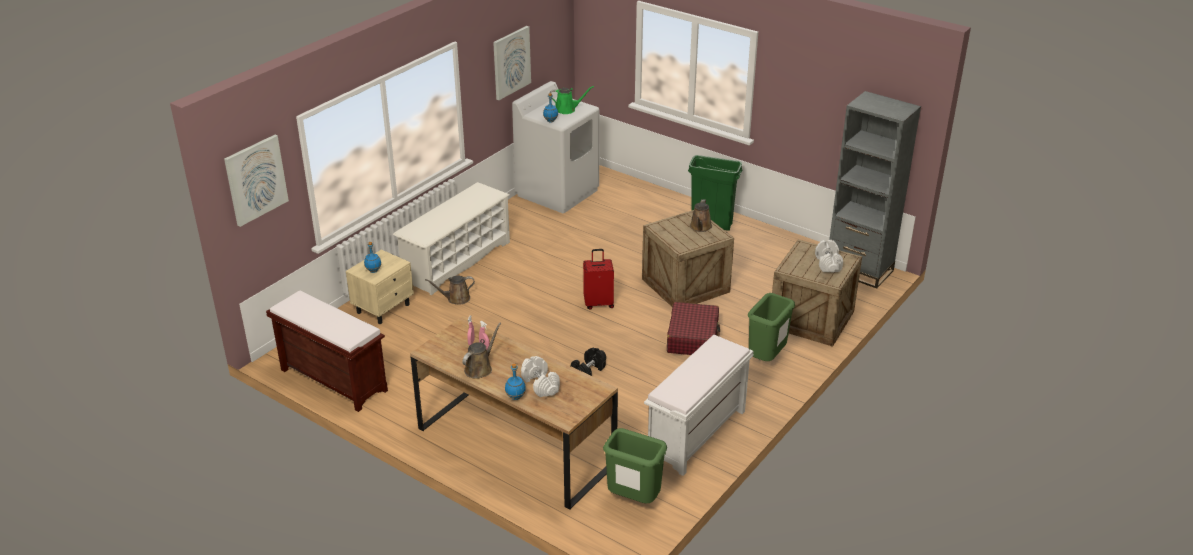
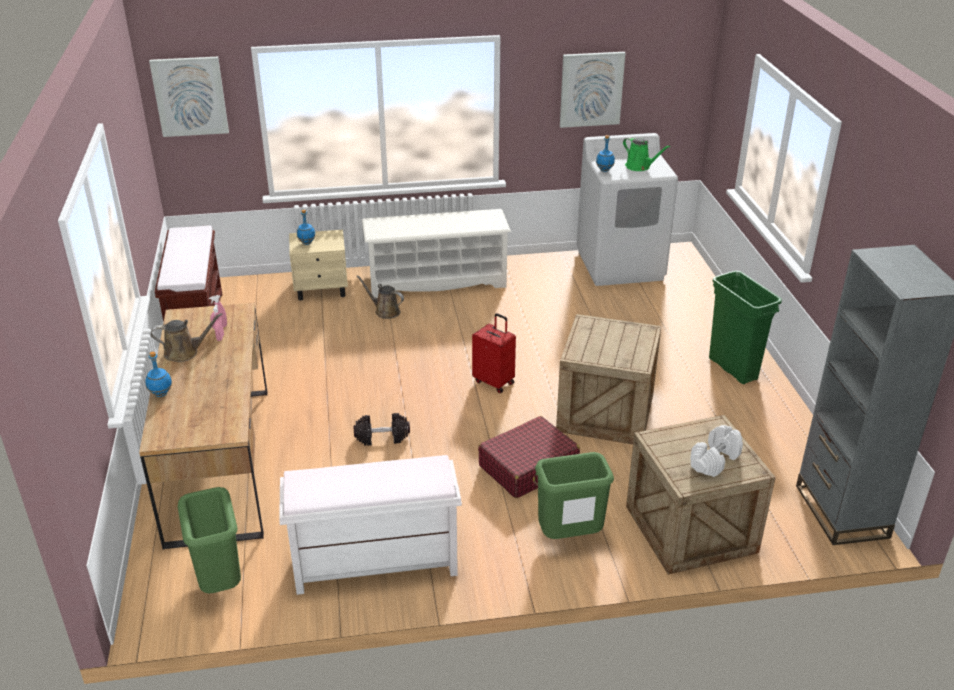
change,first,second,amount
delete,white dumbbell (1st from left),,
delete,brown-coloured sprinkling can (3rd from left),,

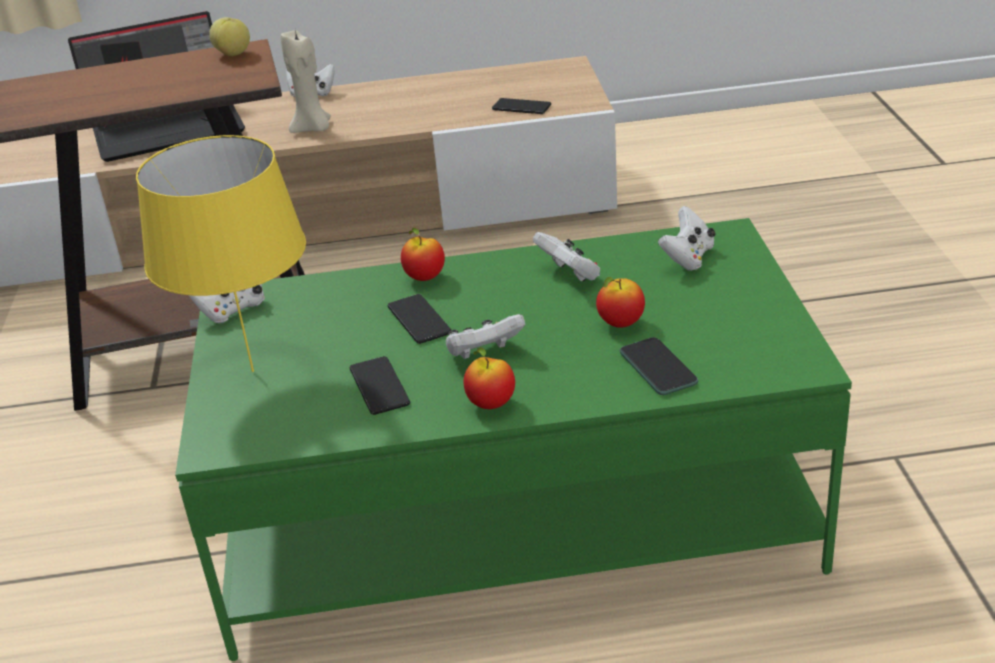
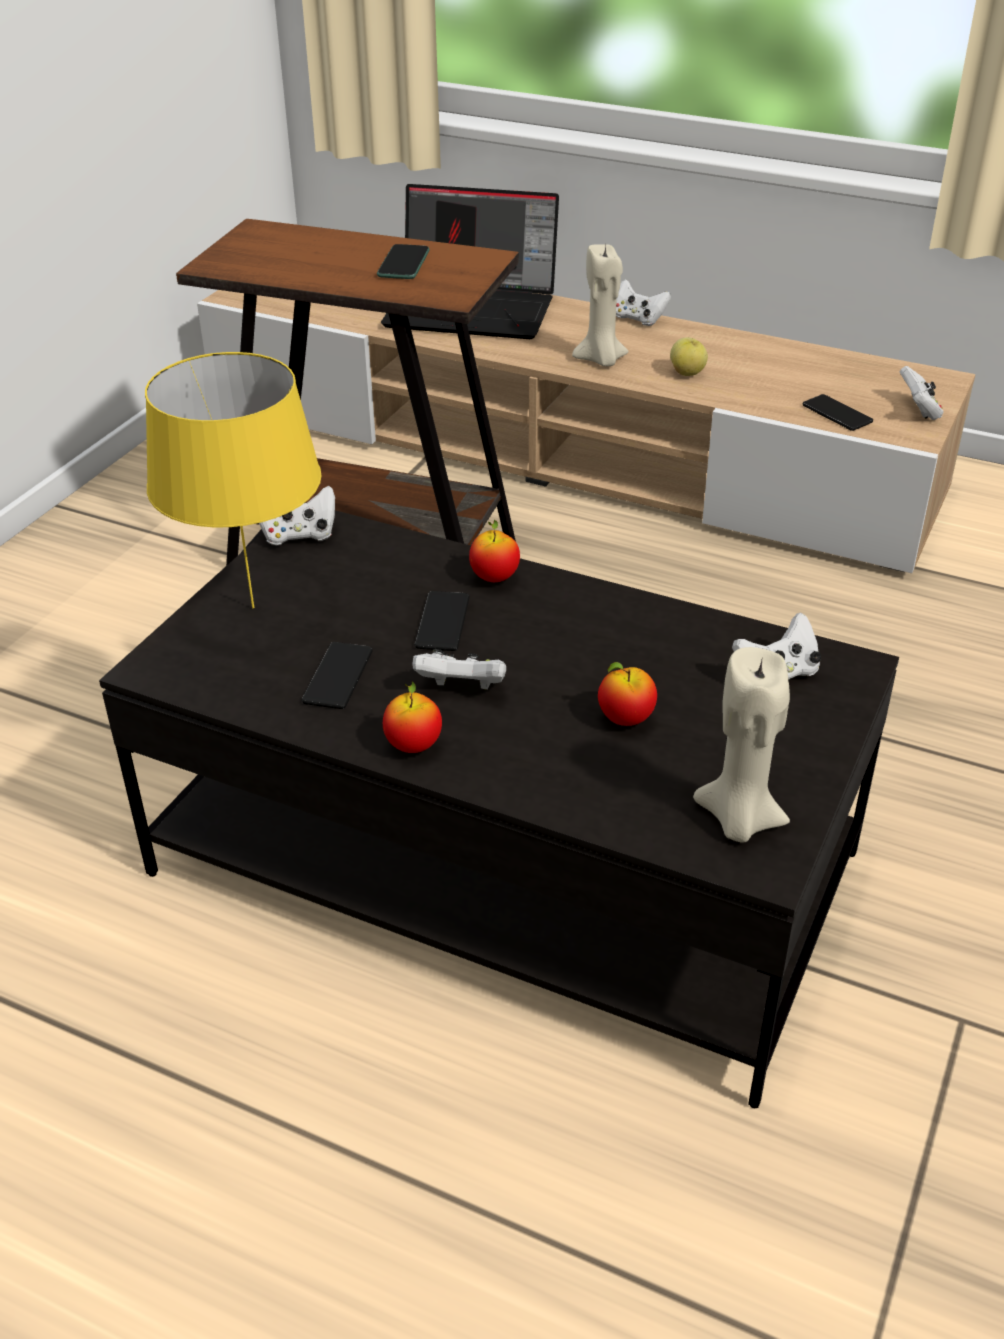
change,first,second,amount
recolor,green lounge table,black lounge table,
move,apple fruit (1st from left in the first image),apple fruit (4th from left),
move,white joypad (4th from left in the first image),white joypad (5th from left),
move,telephone (4th from left in the first image),telephone (2nd from left),
insert,,beige wax light (2nd from left),

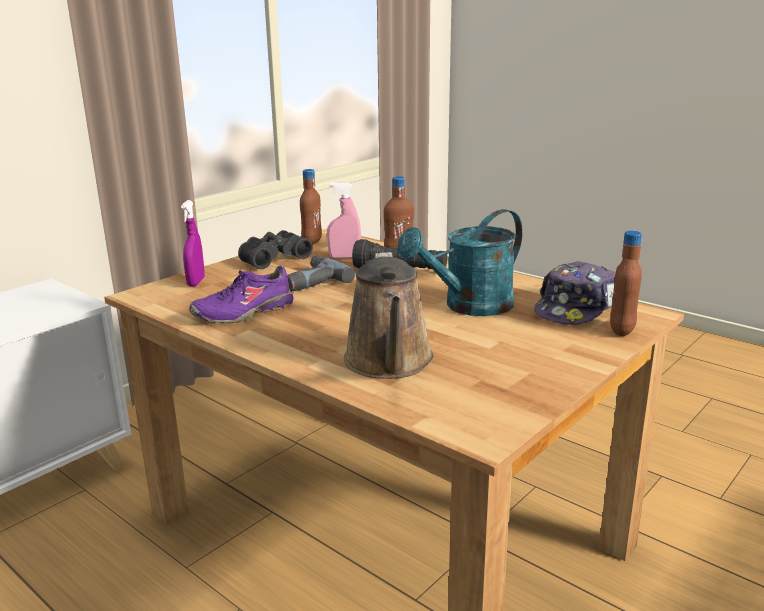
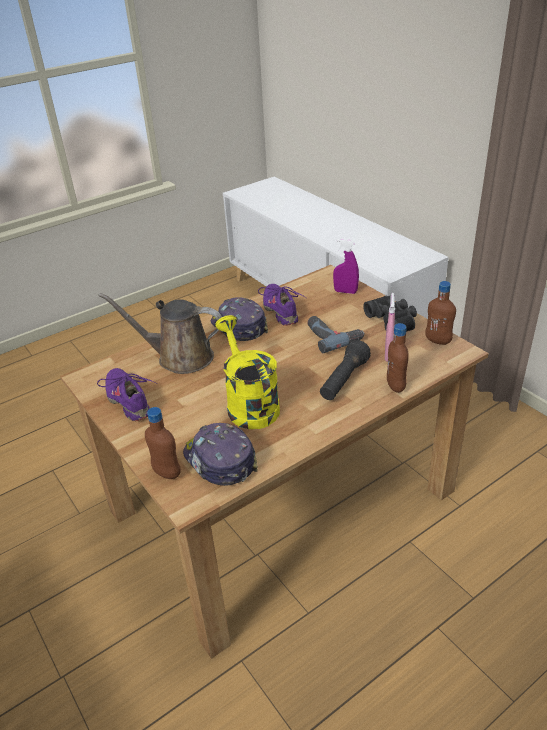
change,first,second,amount
recolor,turquoise-coloured sprinkling can,yellowish sprinkling can,
insert,,purplish shoe (1st from left),
insert,,baseball cap (2nd from left),

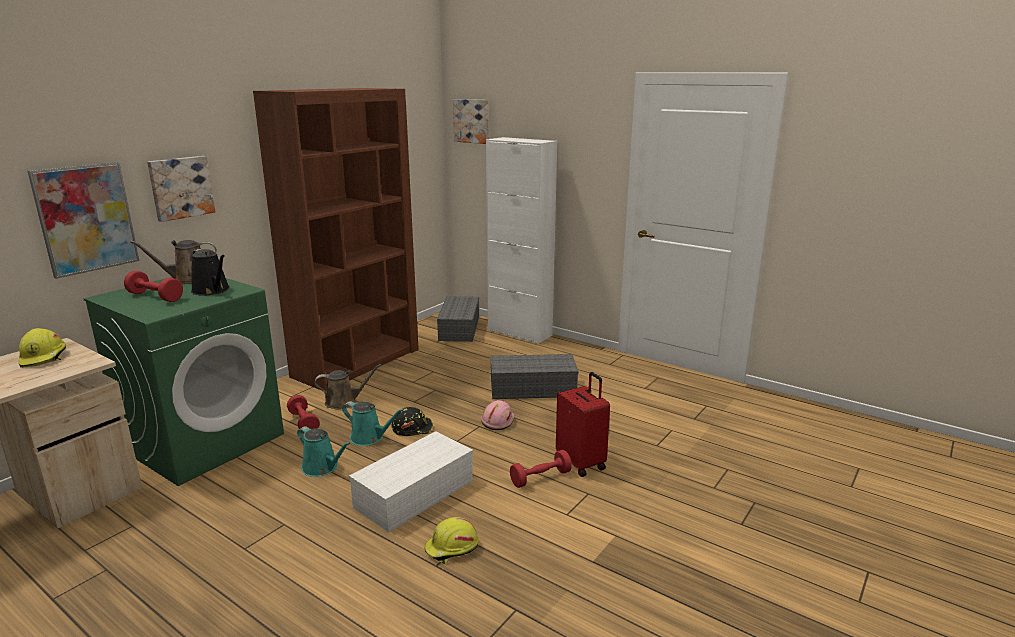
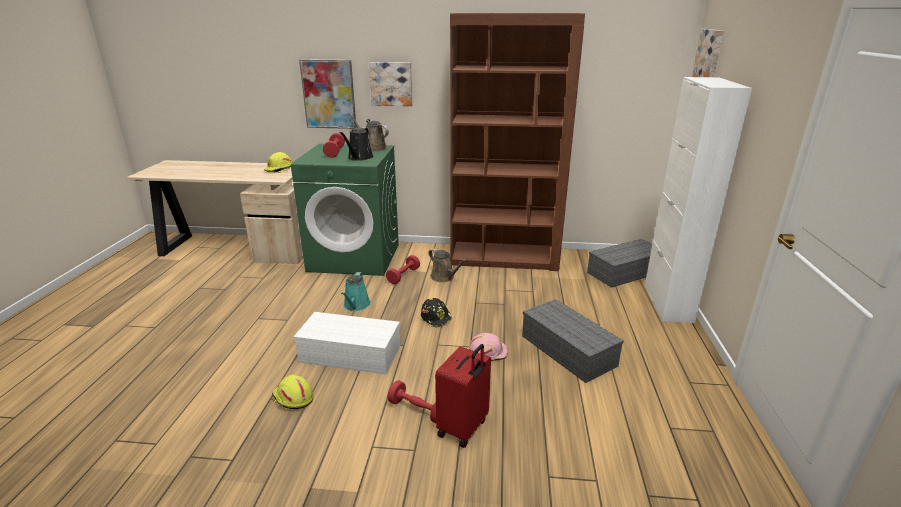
change,first,second,amount
delete,turquoise-coloured sprinkling can (2nd from left),,

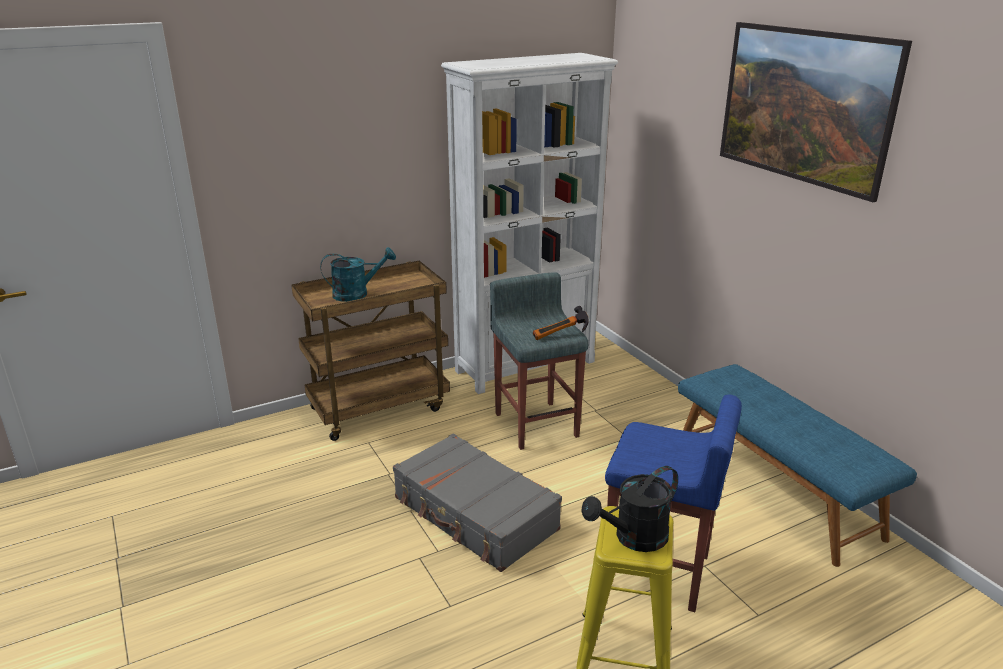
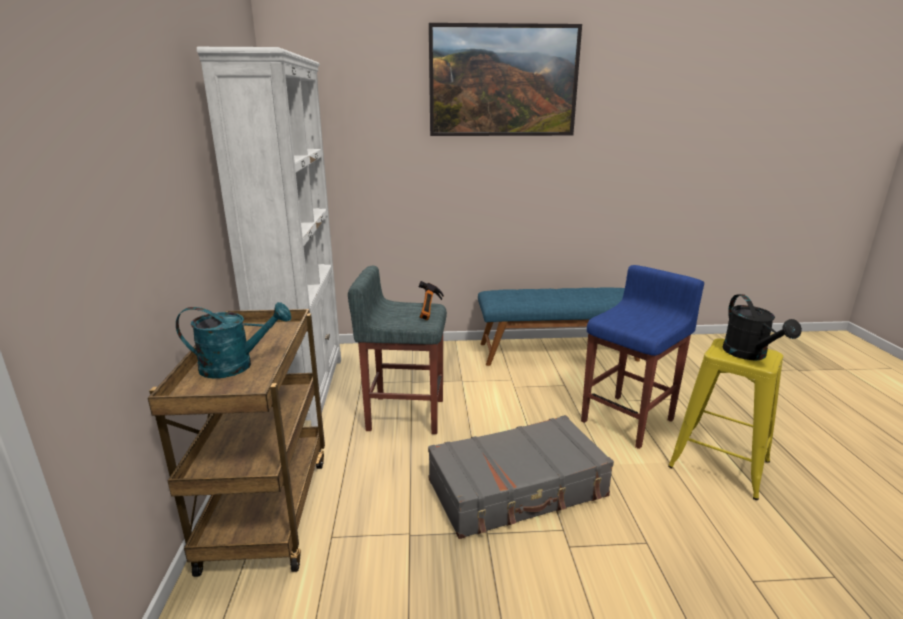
change,first,second,amount
rotate,turquoise-coloured sprinkling can,,75 degrees clockwise

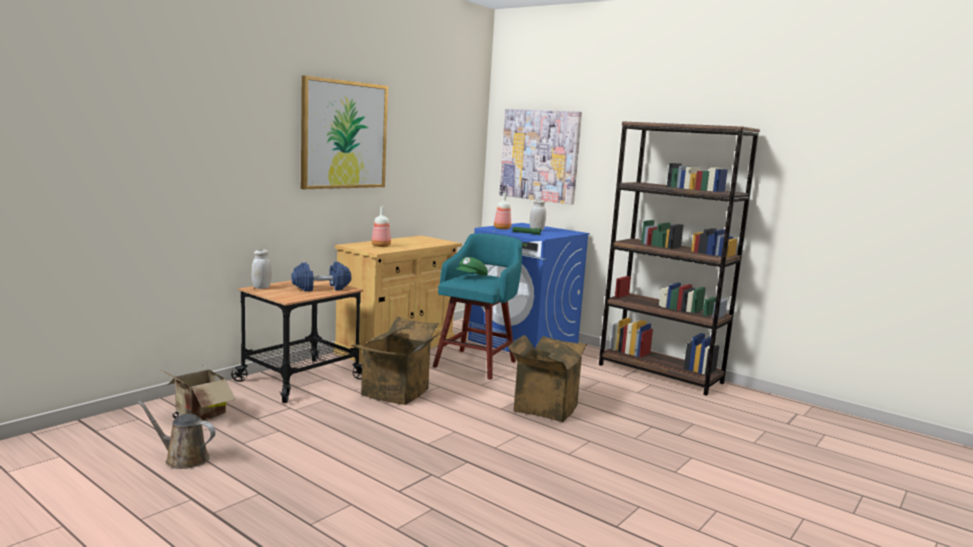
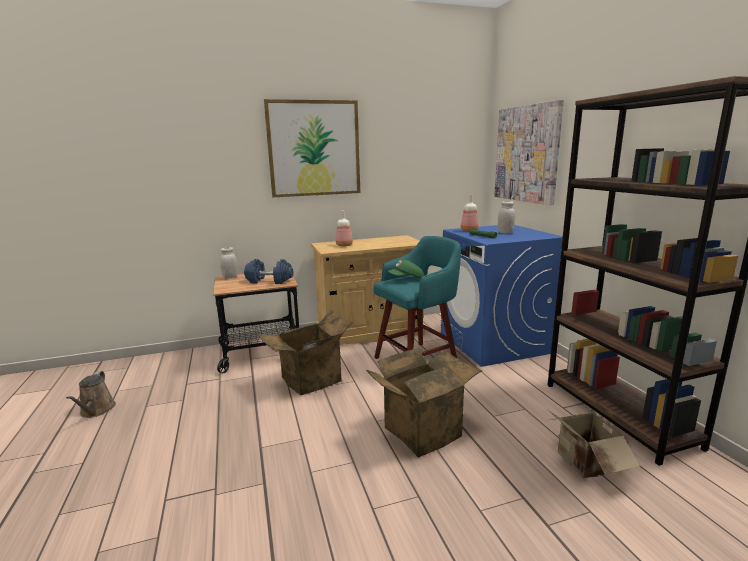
change,first,second,amount
rotate,brown-coloured sprinkling can,,150 degrees counterclockwise
move,cardboard box (1st from left in the first image),cardboard box (3rd from left),

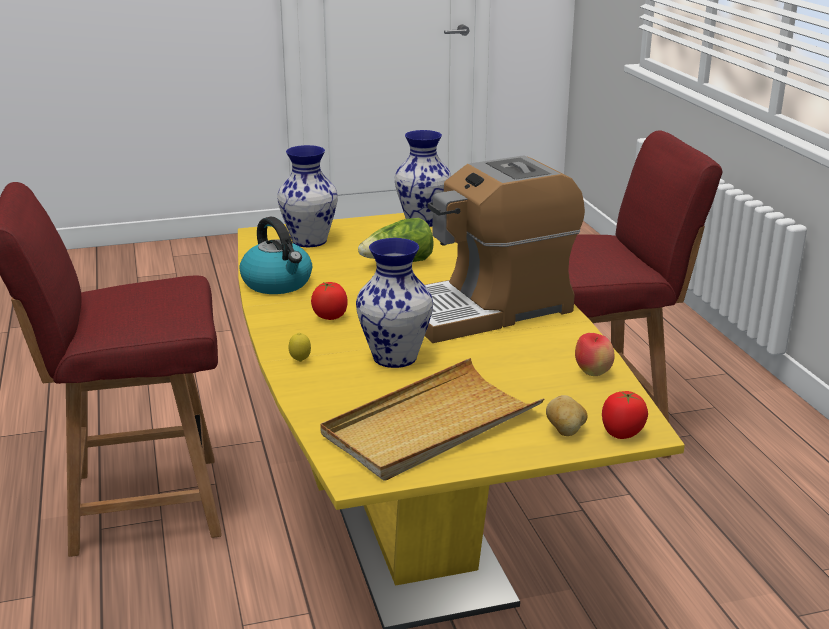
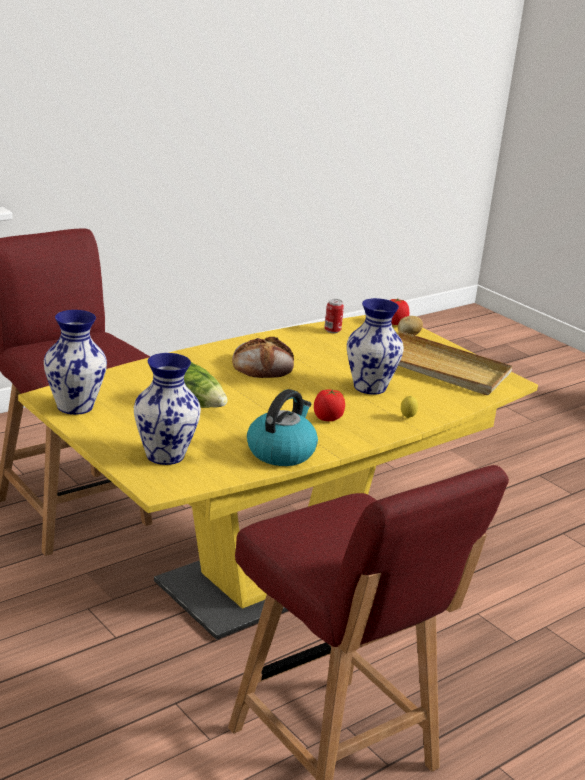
change,first,second,amount
replace,coffee brewer,bakery bread,
replace,apple fruit,sealed can,

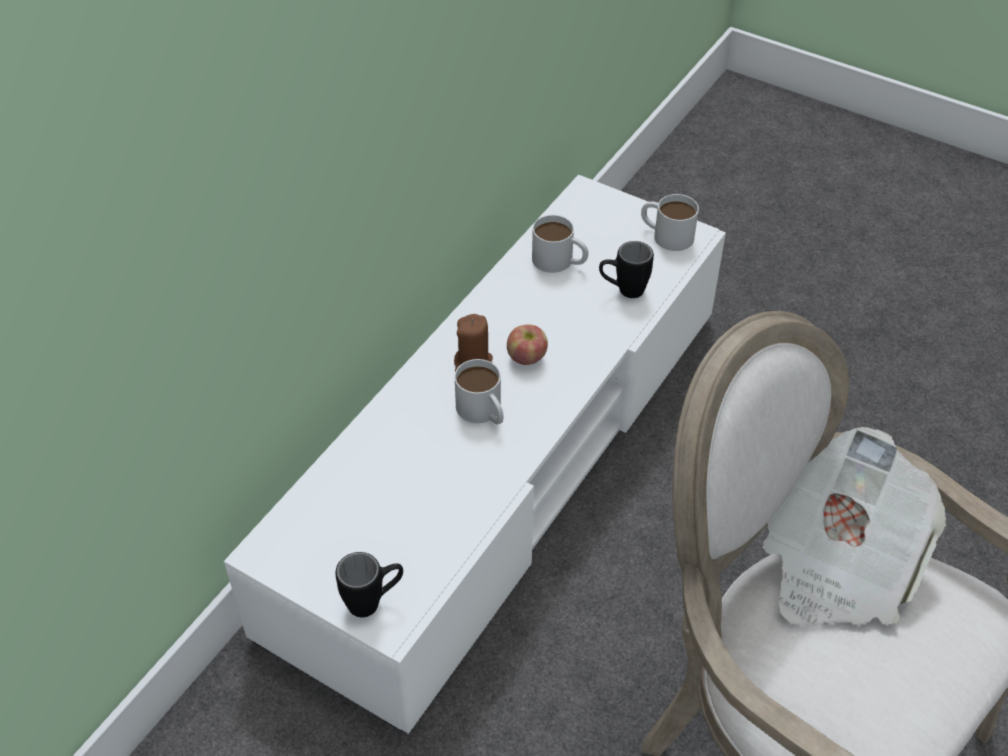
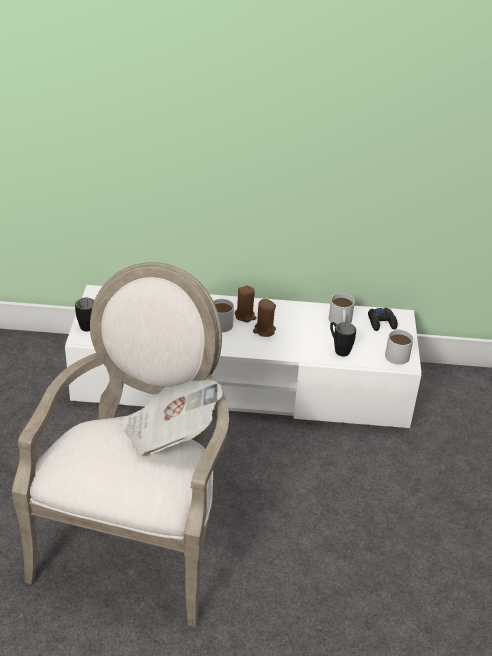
change,first,second,amount
replace,apple fruit,brown-coloured wax light (2nd from left),
insert,,black joypad,

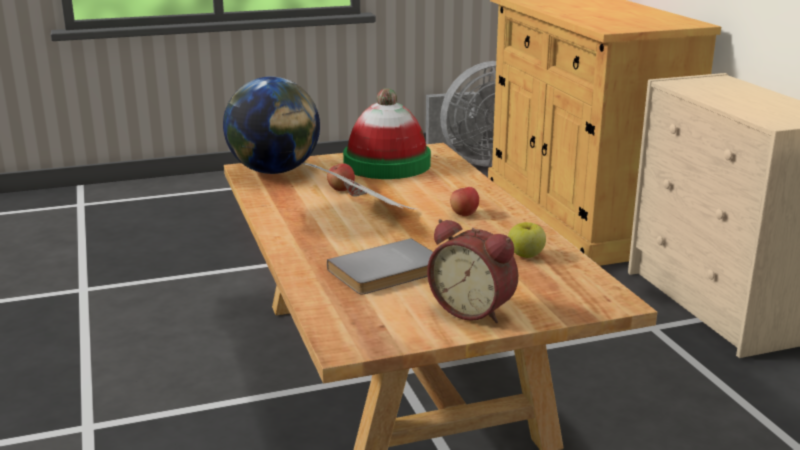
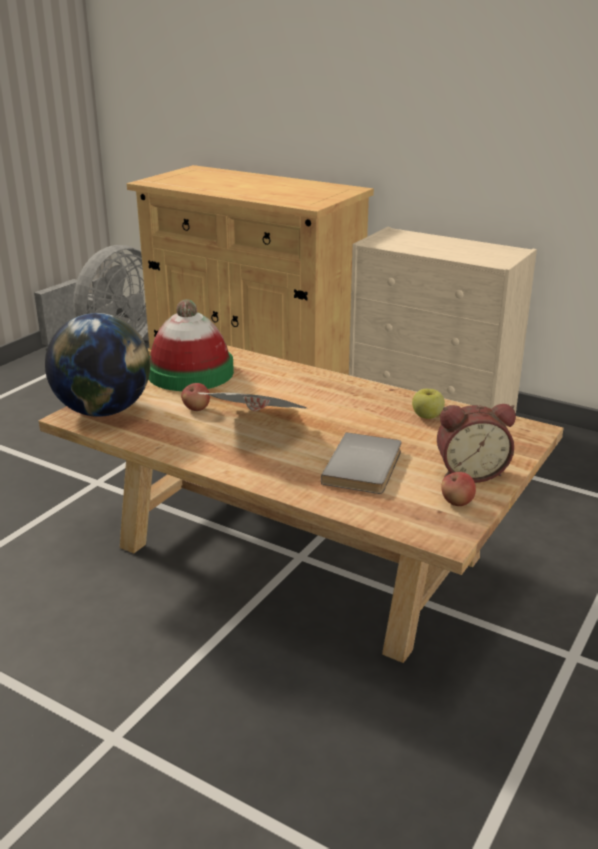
change,first,second,amount
move,apple fruit (2nd from left in the first image),apple fruit (3rd from left),

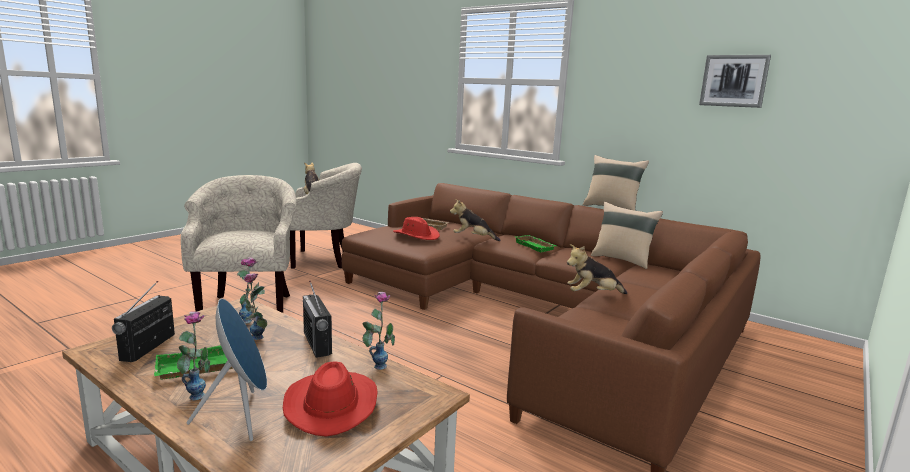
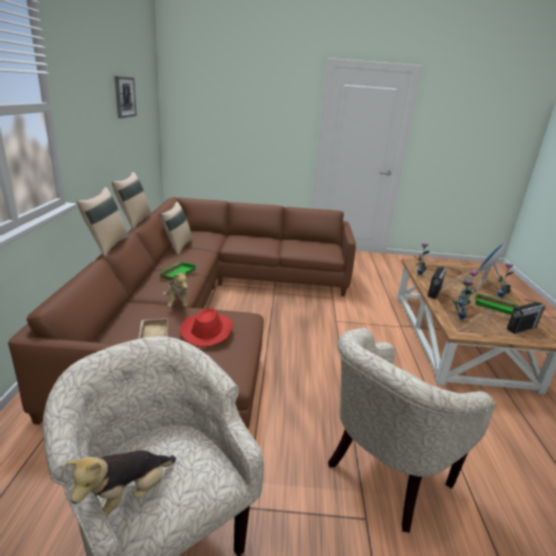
change,first,second,amount
delete,reddish clothing hat (1st from left),,
delete,plush toy (3rd from left),,
insert,,beige cushion (1st from left),

